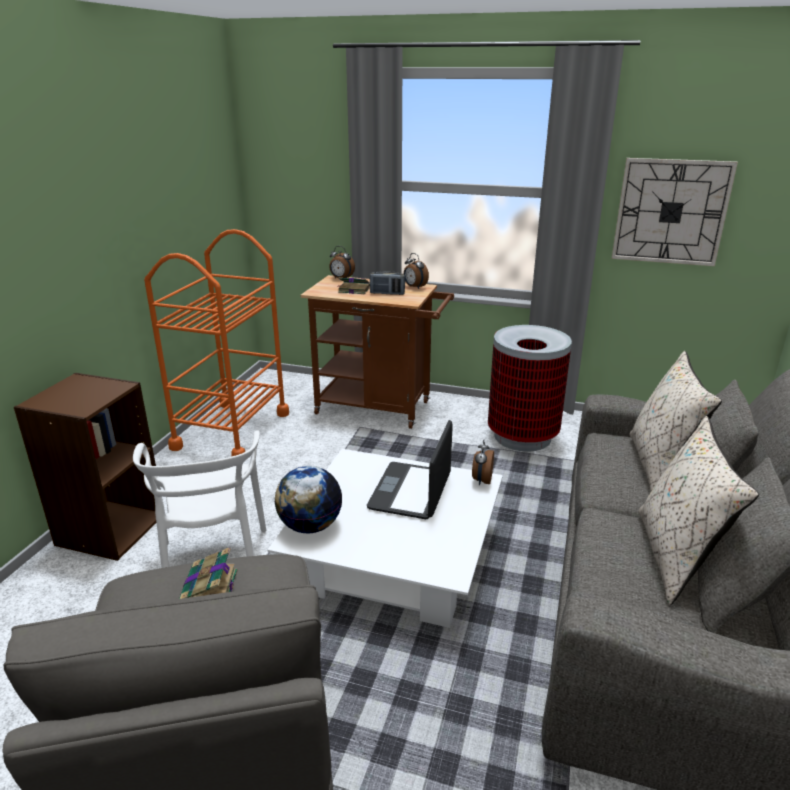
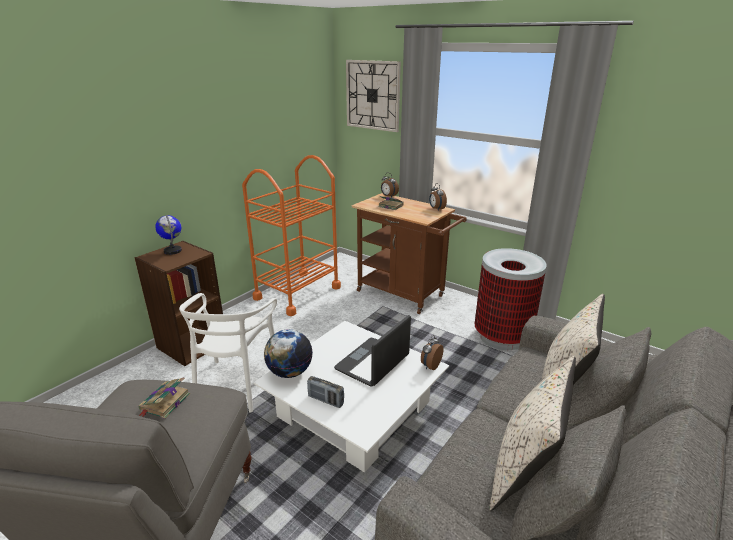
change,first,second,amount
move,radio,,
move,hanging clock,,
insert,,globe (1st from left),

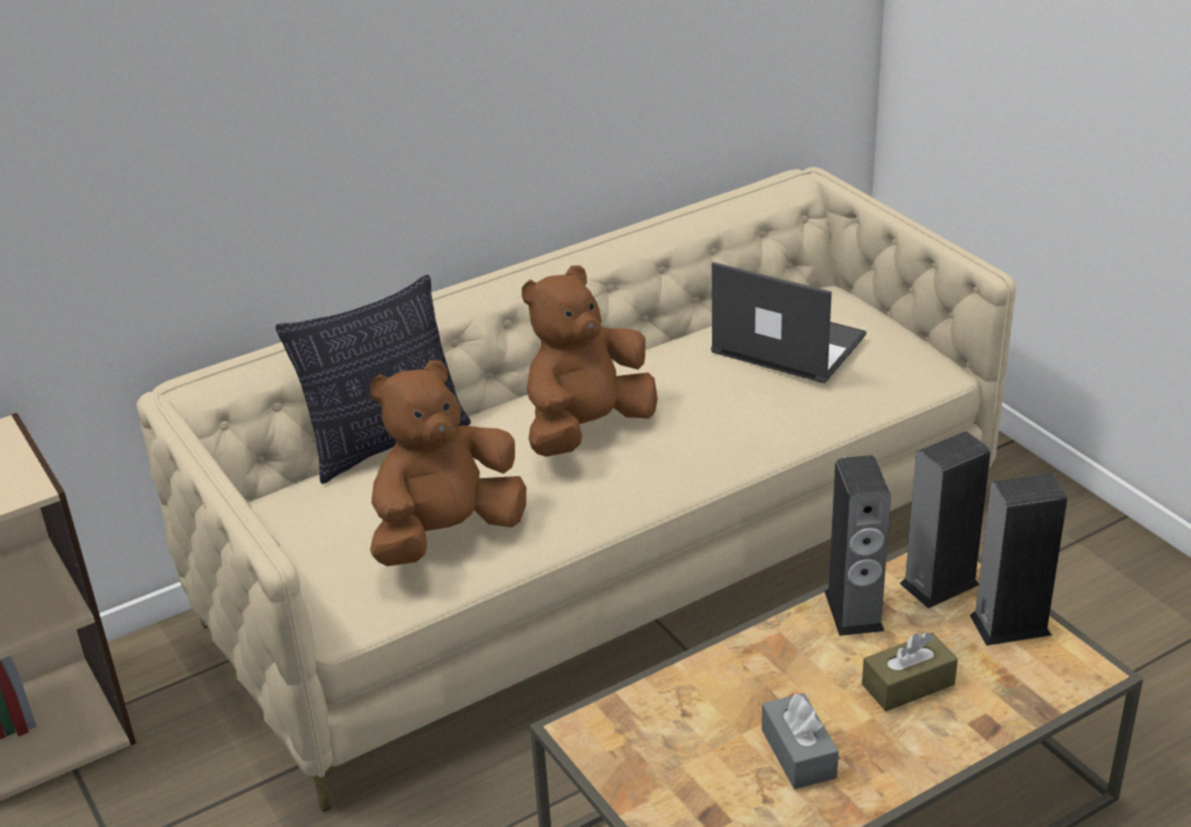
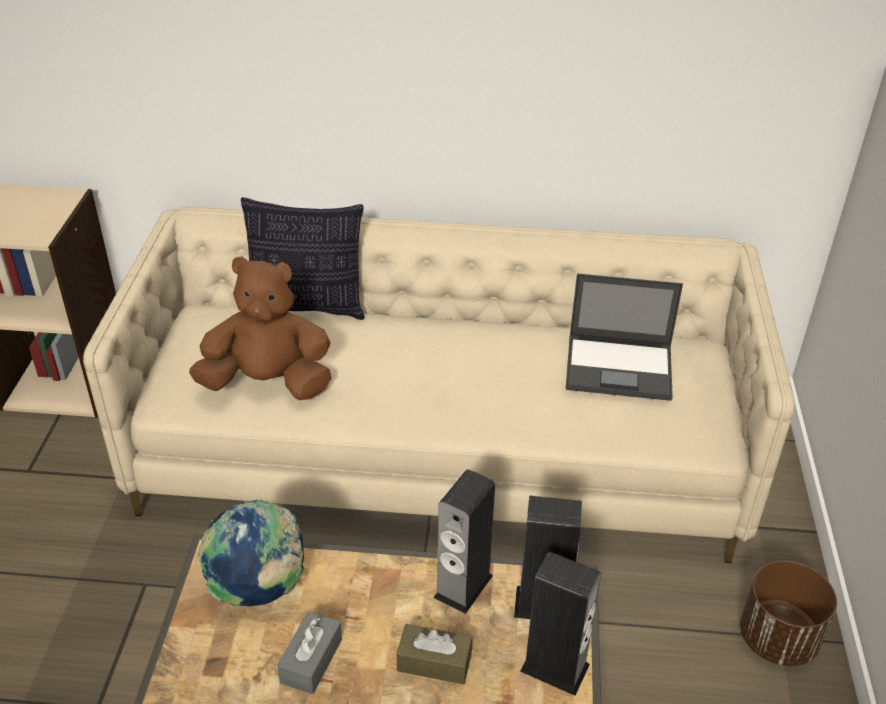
change,first,second,amount
delete,brown-coloured plush toy (2nd from left),,
rotate,portable computer,,120 degrees clockwise
insert,,globe,
insert,,brown-coloured plant pot,

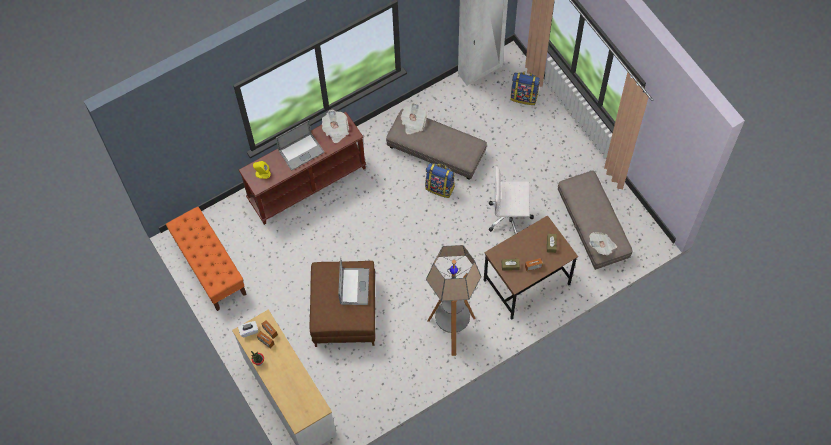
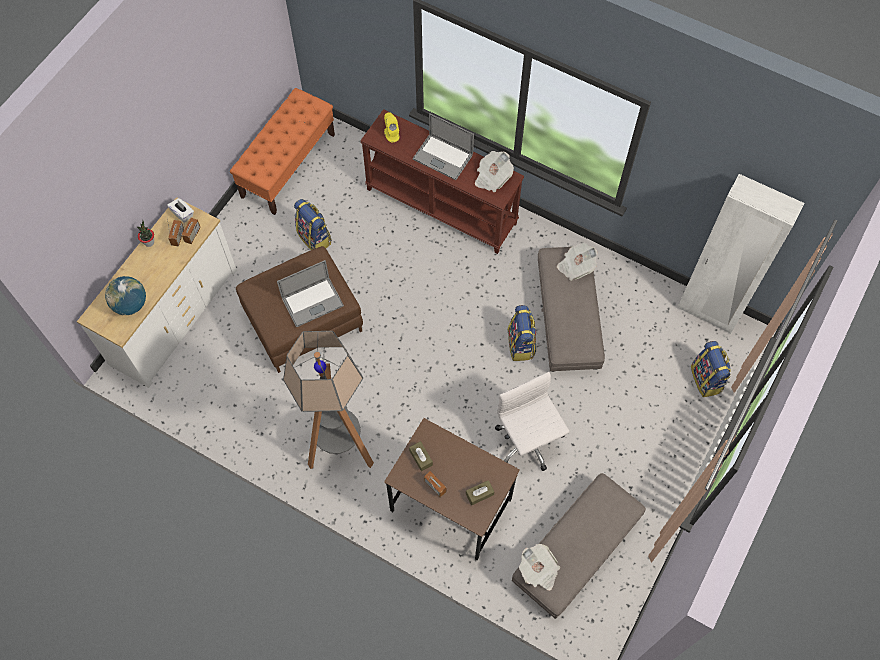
change,first,second,amount
insert,,globe,
insert,,knapsack (1st from left),

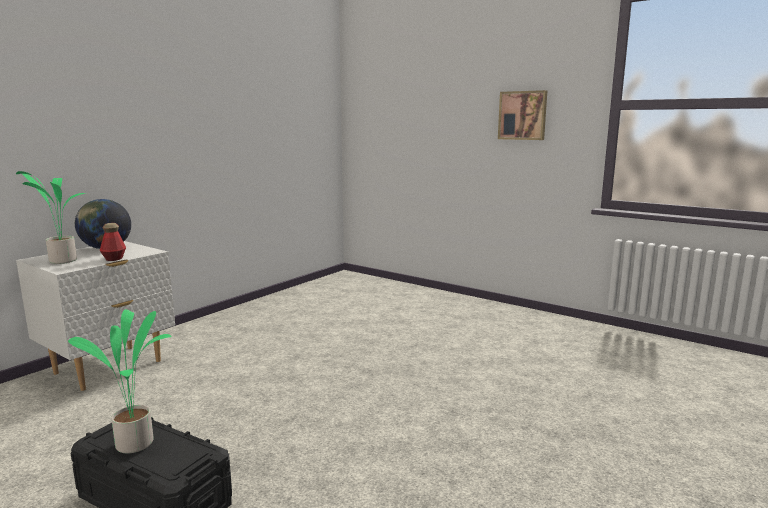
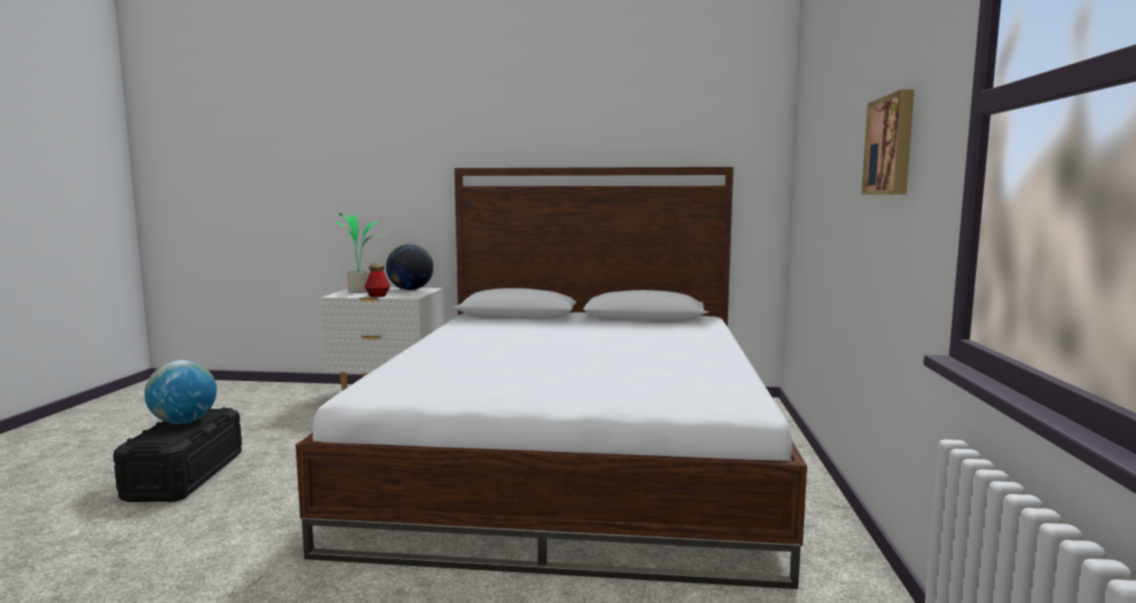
change,first,second,amount
replace,plant in a pot (2nd from left),globe (1st from left),
insert,,sleeping bed,

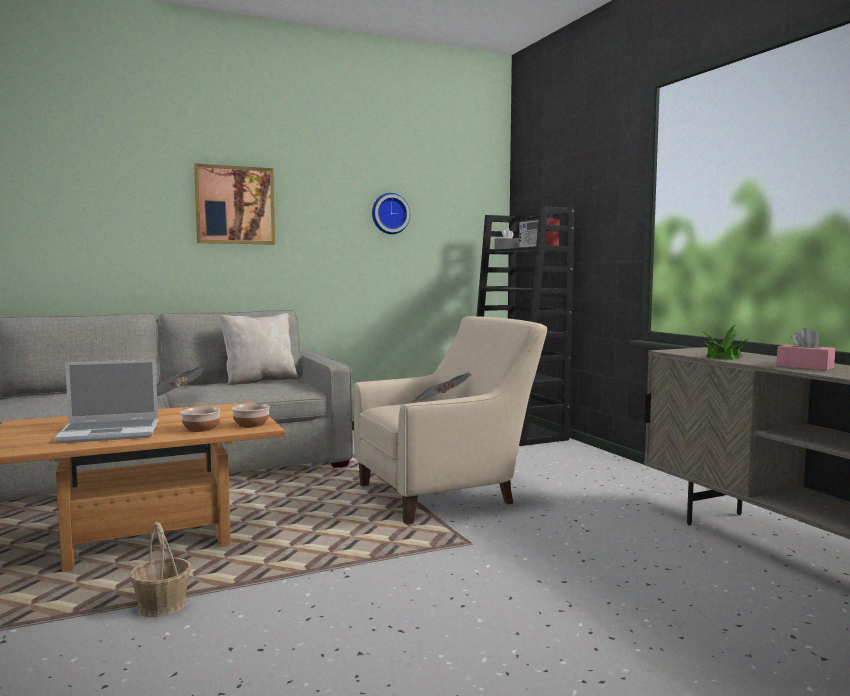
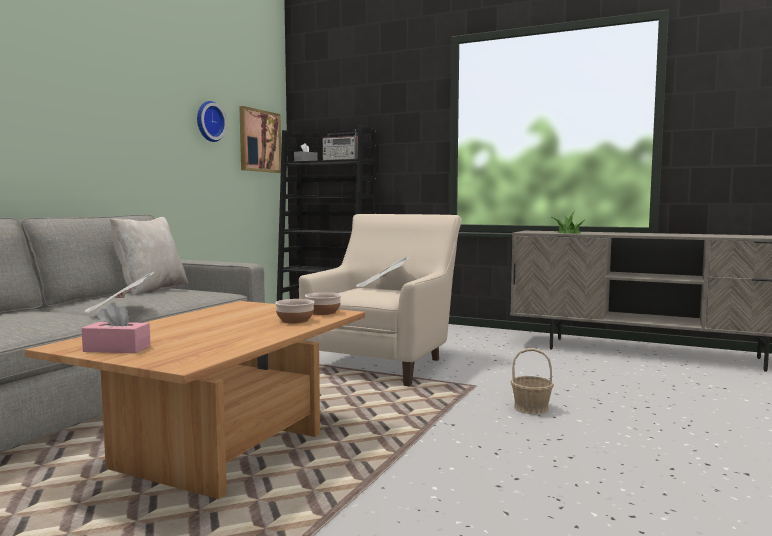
change,first,second,amount
delete,portable computer,,
move,basket,,
move,wall picture,,
move,pink tissue box,,

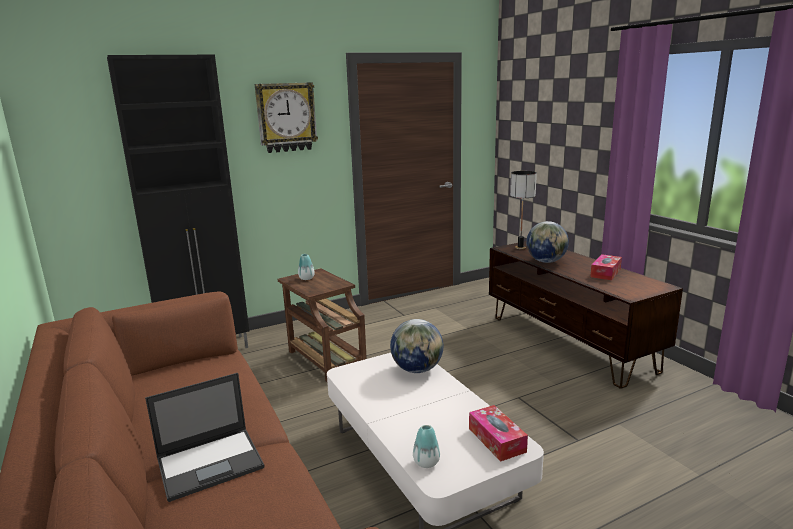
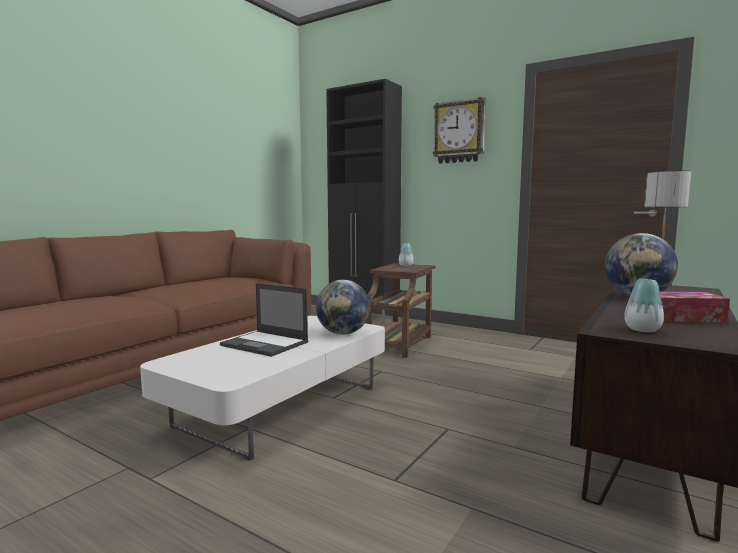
change,first,second,amount
move,portable computer,,
move,vase (2nd from left),,
delete,tissue box (1st from left),,

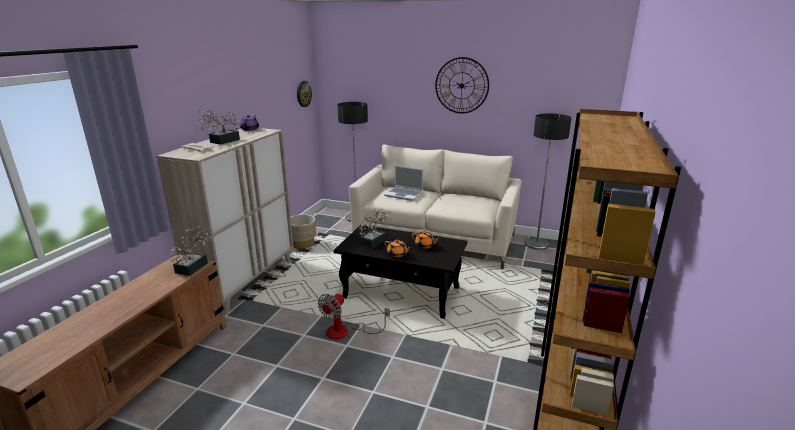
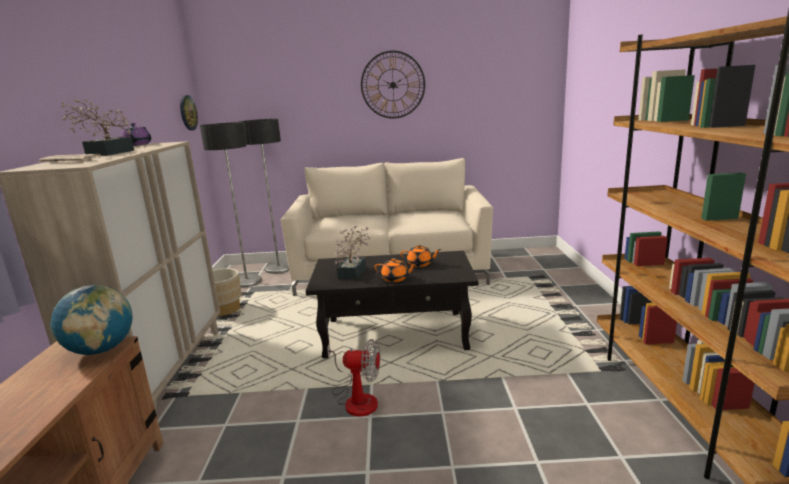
change,first,second,amount
replace,plant in a pot (1st from left),globe,
rotate,fan,,90 degrees counterclockwise
delete,portable computer,,
move,standard lamp (2nd from left in the first image),standard lamp (1st from left),

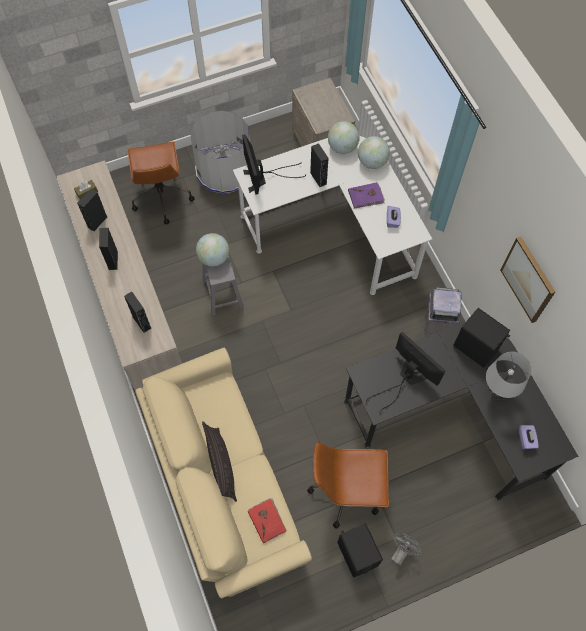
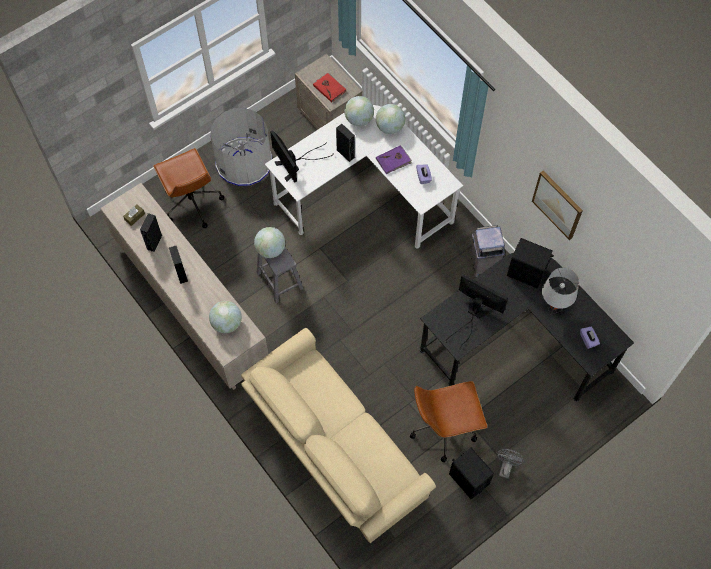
change,first,second,amount
replace,black audio speaker (3rd from left),globe (1st from left),
delete,cushion,,
move,reddish volume,,

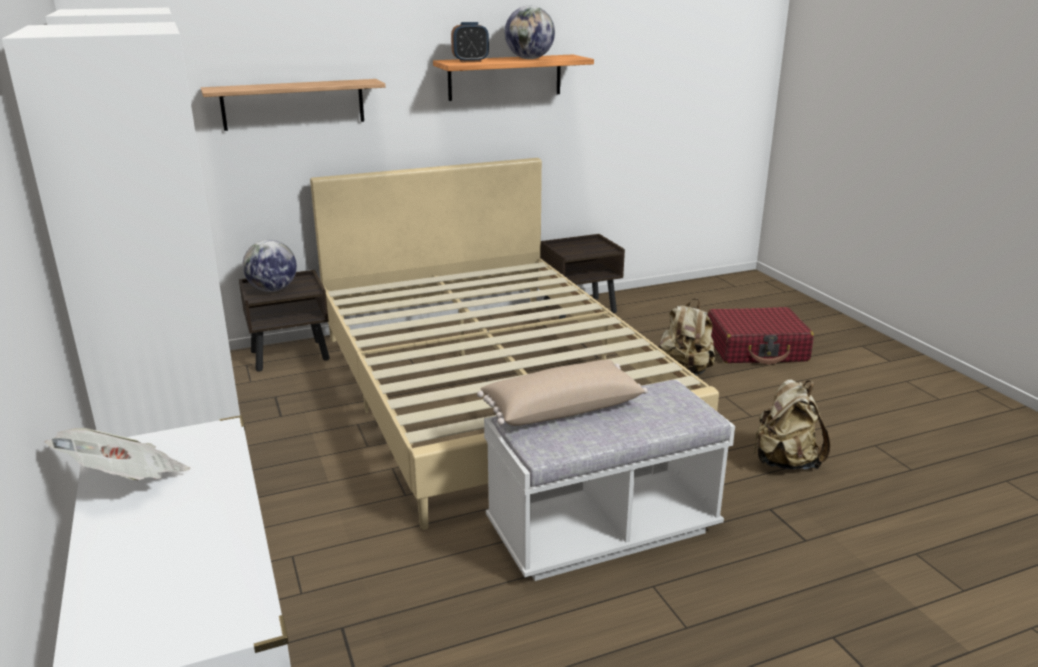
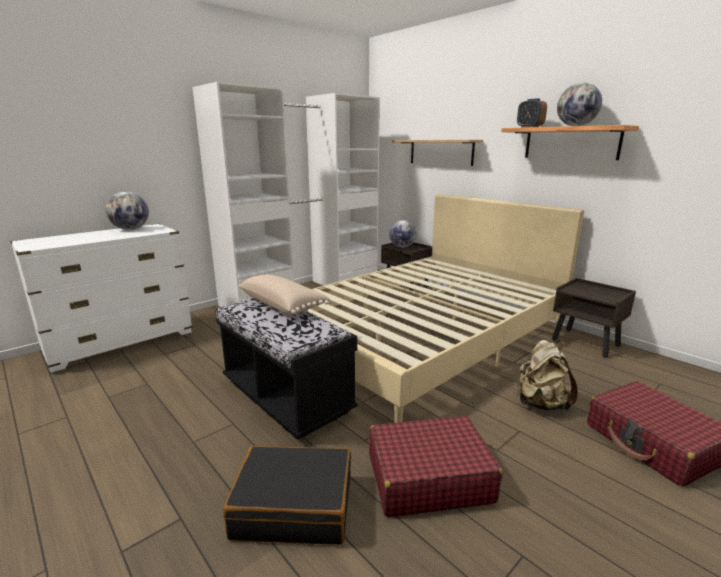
change,first,second,amount
replace,daily paper,globe (1st from left),
recolor,white indoor bench,black indoor bench,
replace,beige knapsack (2nd from left),reddish suitcase (1st from left),
insert,,black suitcase,

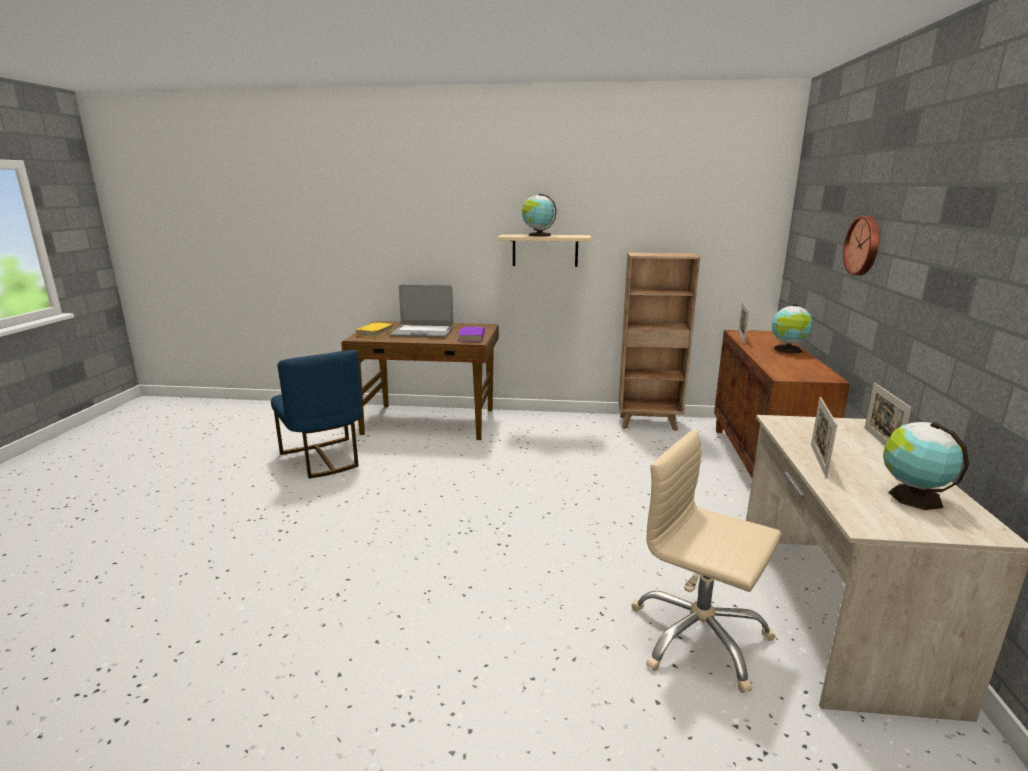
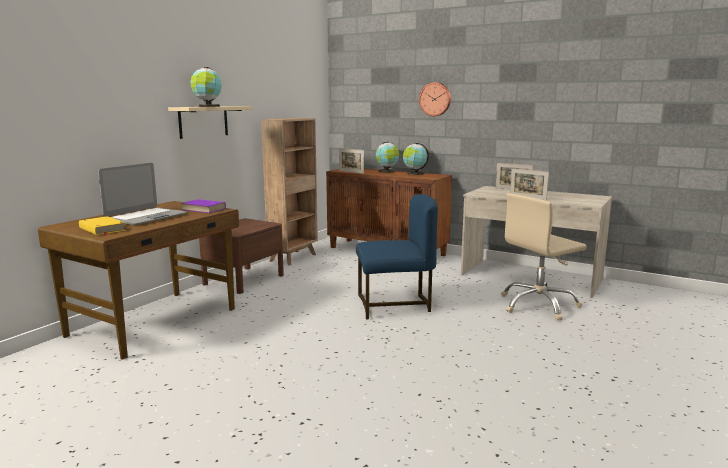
change,first,second,amount
move,blue chair,,
move,globe (3rd from left),,
insert,,brown-coloured night table,

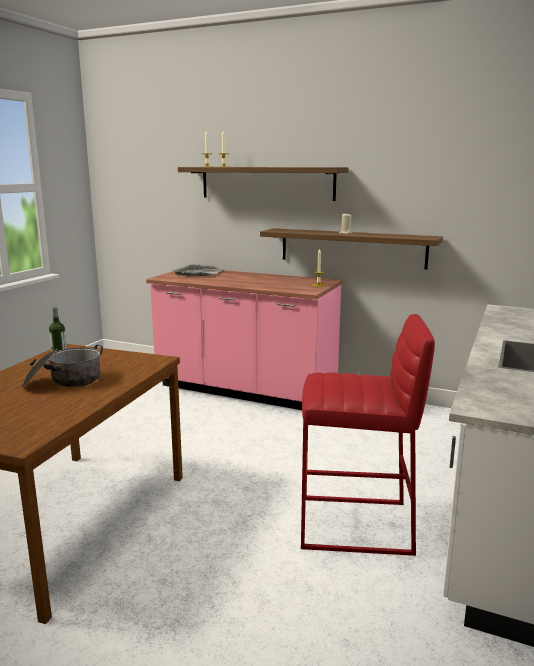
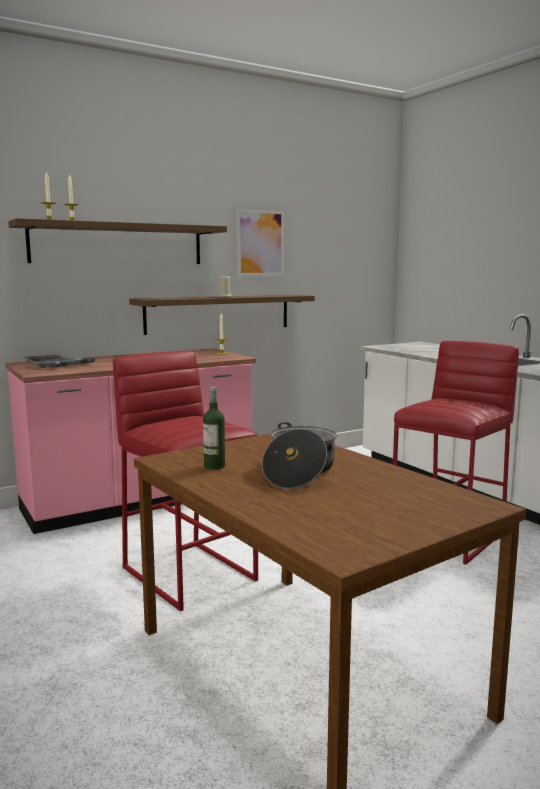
change,first,second,amount
insert,,reddish stool (1st from left),
insert,,wall picture,

